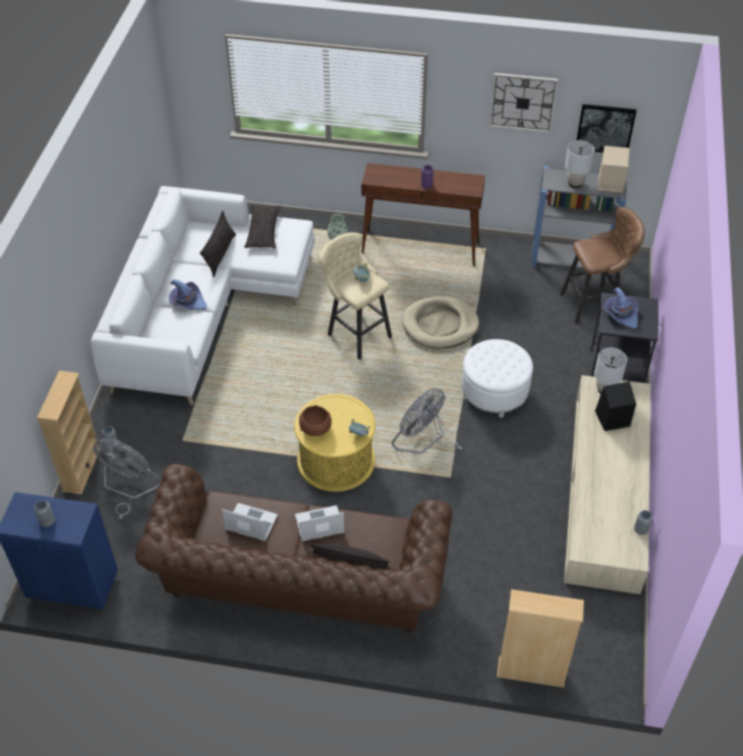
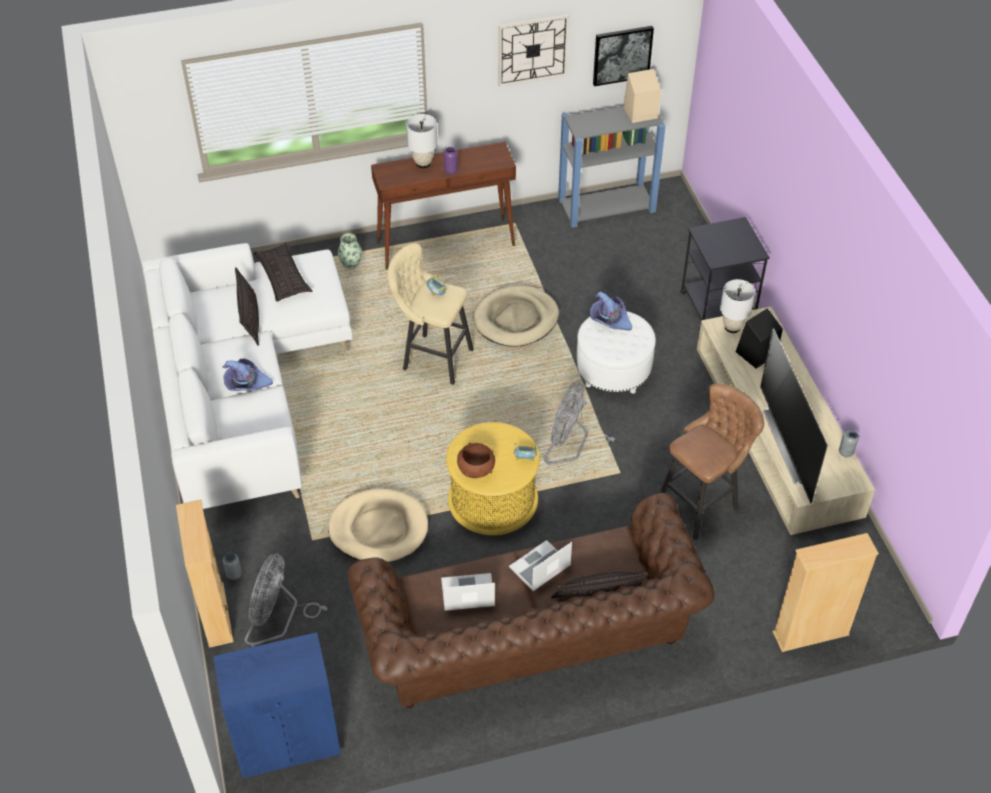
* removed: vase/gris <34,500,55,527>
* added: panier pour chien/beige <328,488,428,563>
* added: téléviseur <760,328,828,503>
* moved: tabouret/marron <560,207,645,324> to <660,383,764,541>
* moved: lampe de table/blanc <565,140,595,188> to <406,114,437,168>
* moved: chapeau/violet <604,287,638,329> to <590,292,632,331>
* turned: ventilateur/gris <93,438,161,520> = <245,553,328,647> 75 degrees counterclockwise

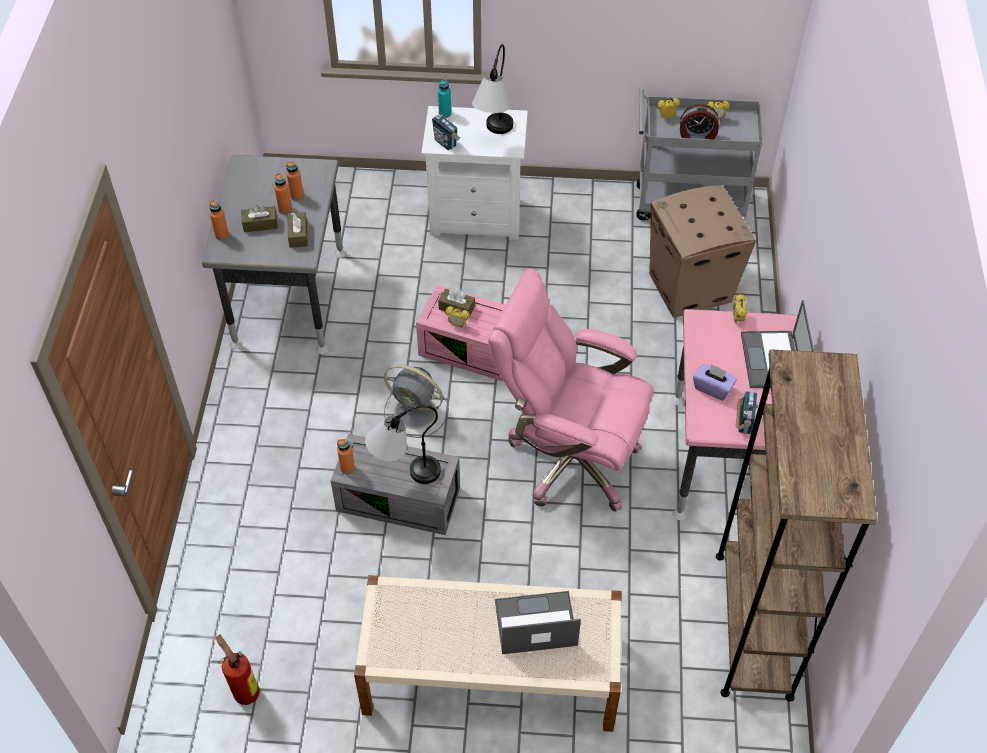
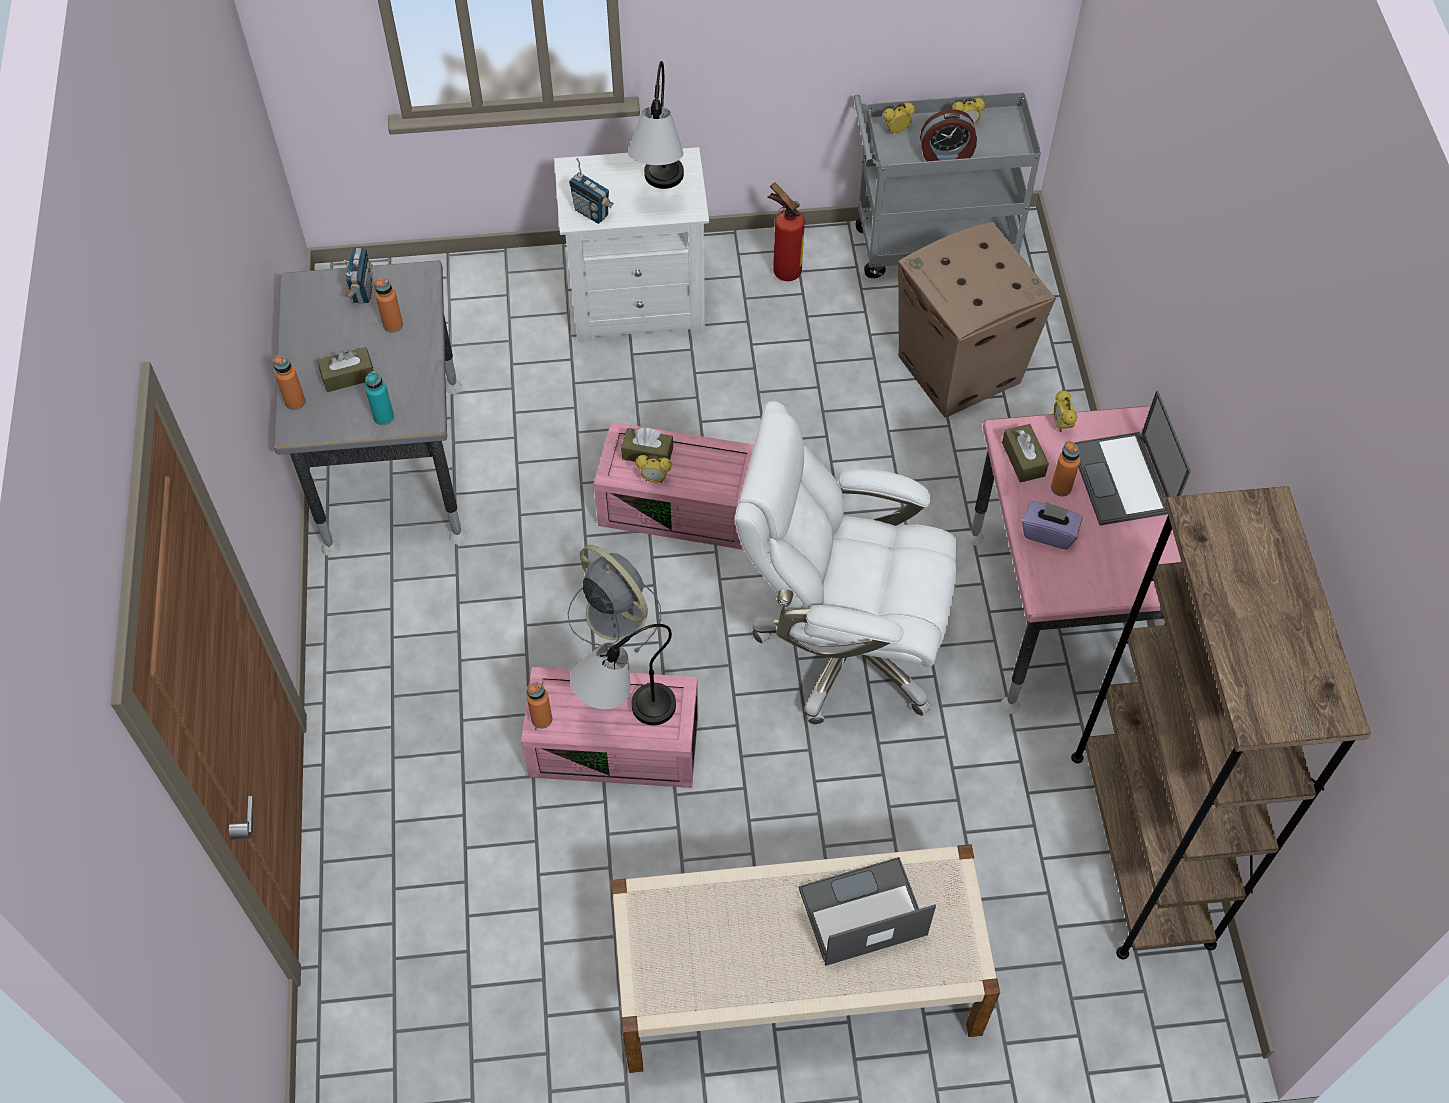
* moved: extincteur <215,635,260,705> to <767,182,805,281>
* moved: bouteille/orange <274,173,292,214> to <1051,441,1080,496>
* moved: boîte à mouchoirs/marron <287,212,308,248> to <1002,424,1049,483>
* moved: bouteille/turquoise <438,79,451,118> to <365,371,394,425>
* moved: radio <736,391,758,434> to <344,248,373,304>
* recoloured: boîte de rangement/gris <331,434,460,535> to boîte de rangement/rose <521,667,698,788>
* recoloured: chaise de bureau/rose <488,269,654,512> to chaise de bureau/blanc <735,401,957,724>
* turned: ventilateur/gris <384,364,449,438> = <568,545,661,653> 150 degrees counterclockwise

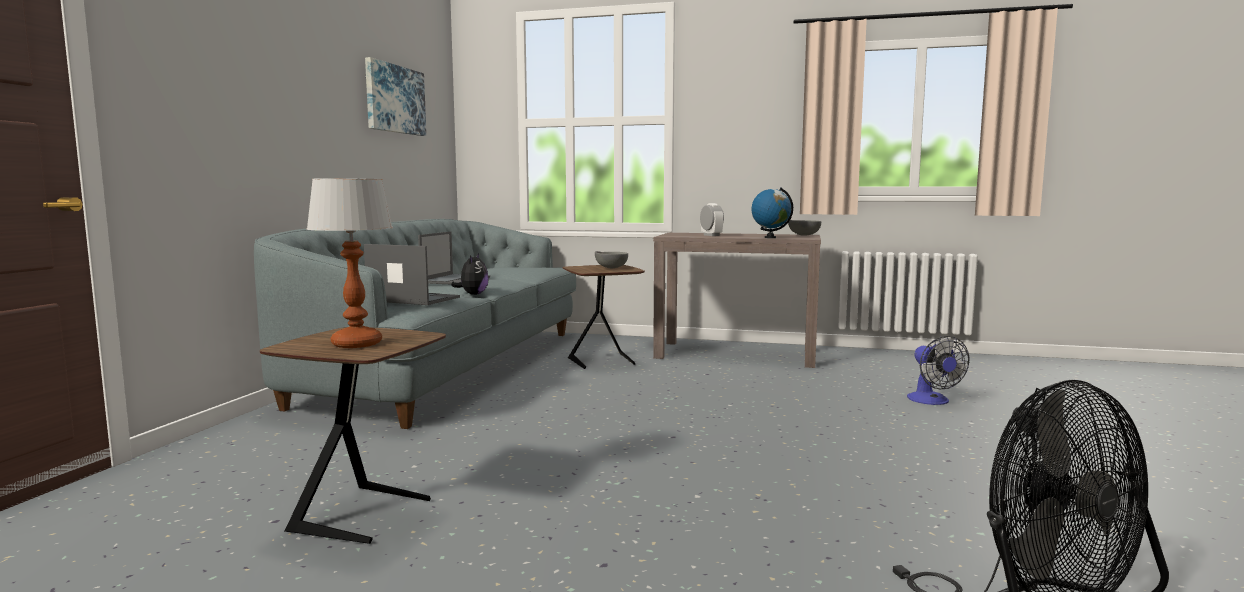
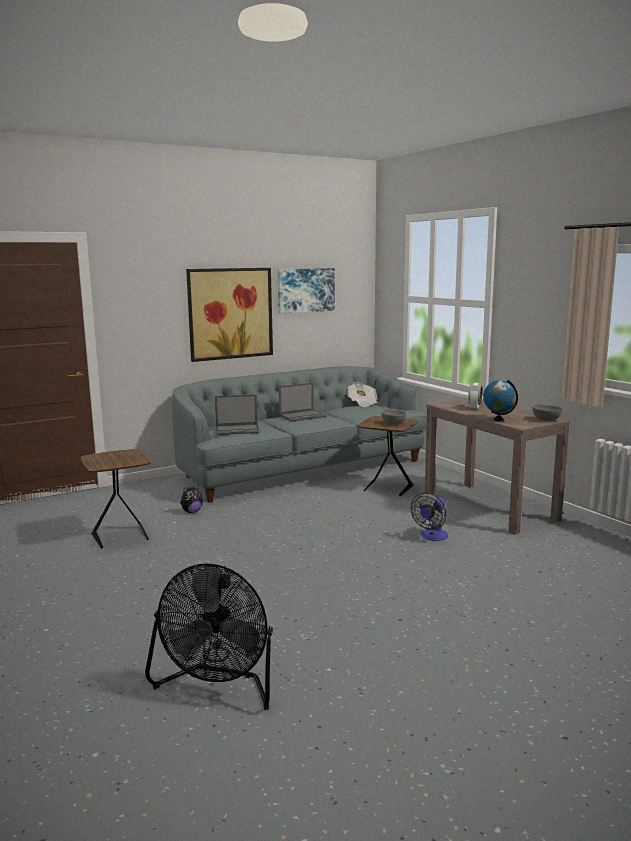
* removed: lampe de table <307,178,393,348>
* added: tableau <186,268,273,362>
* added: journal <347,382,378,407>
* moved: peluche <451,254,489,295> to <180,484,203,513>
* moved: ventilateur <907,336,970,405> to <411,493,448,541>
* turned: ordinateur portable <364,244,460,305> = <215,394,260,435> 105 degrees clockwise

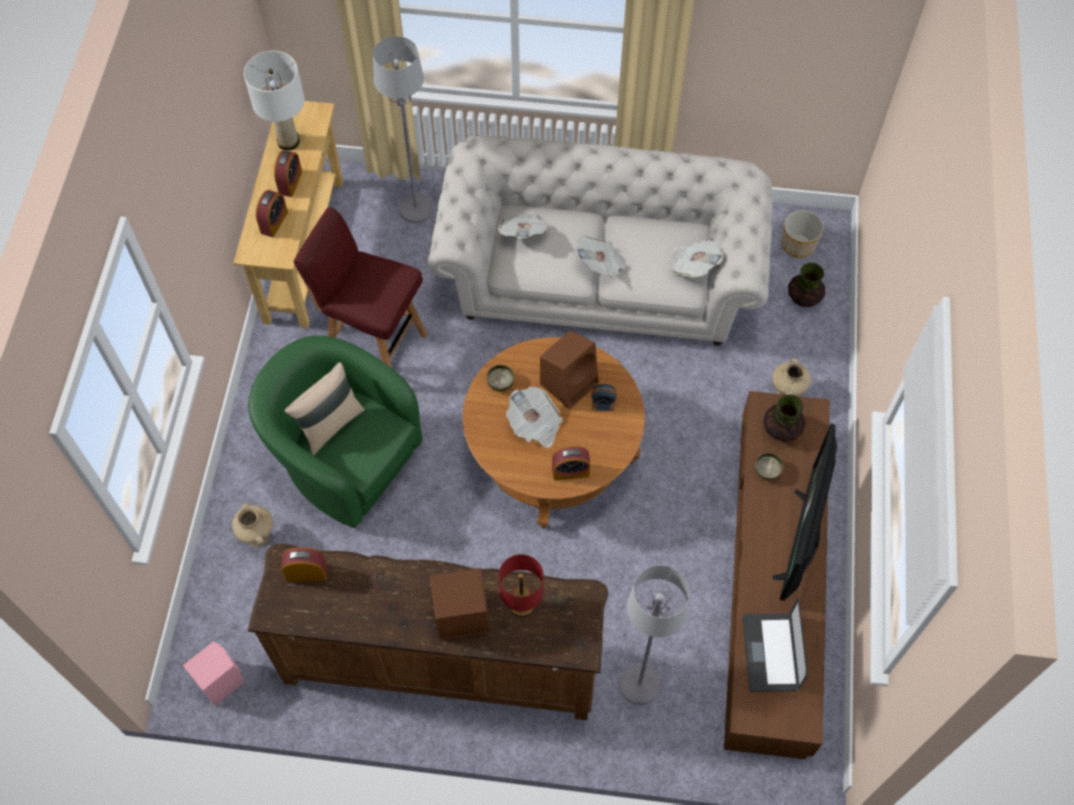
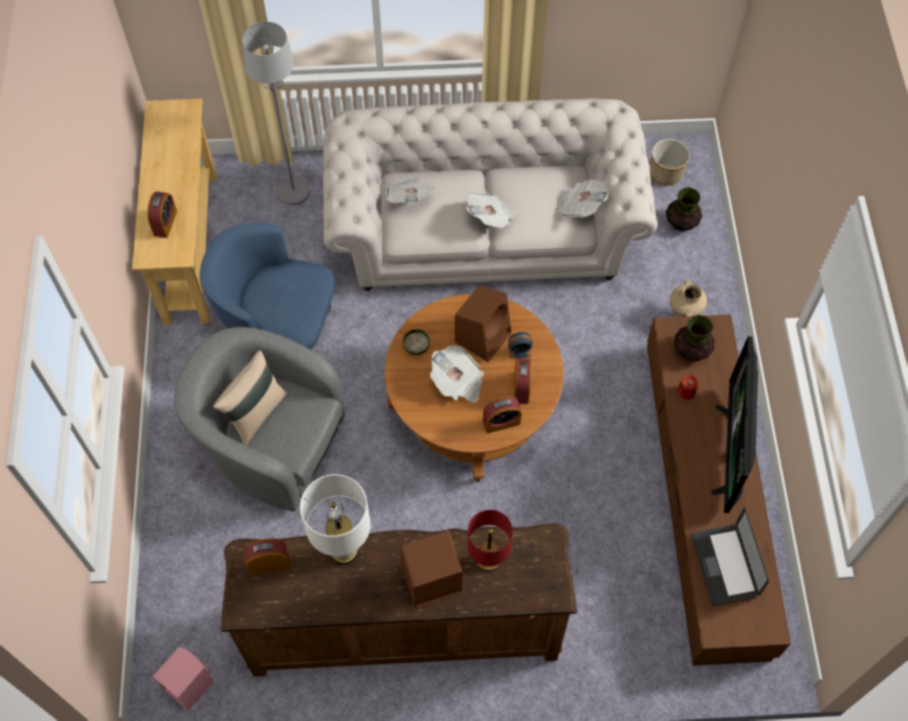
* removed: vase/beige <232,503,273,547>
* removed: lampadaire/gris <619,565,690,705>
* moved: lampe de table/blanc <244,51,305,150> to <300,474,370,565>
* moved: réveil <274,150,302,197> to <514,358,532,404>
* replaced: tabouret/rouge <294,207,427,368> to fauteuil/bleu <200,223,335,350>
* replaced: bol <755,453,783,481> to bougie/rouge <677,375,699,400>
* recoloured: fauteuil/vert <248,336,423,528> to fauteuil/gris <174,327,345,512>

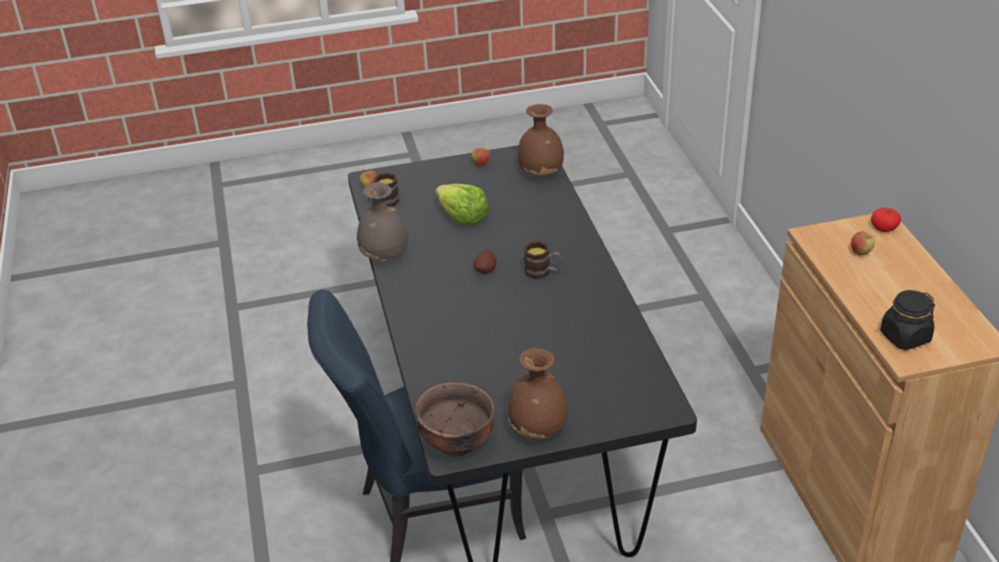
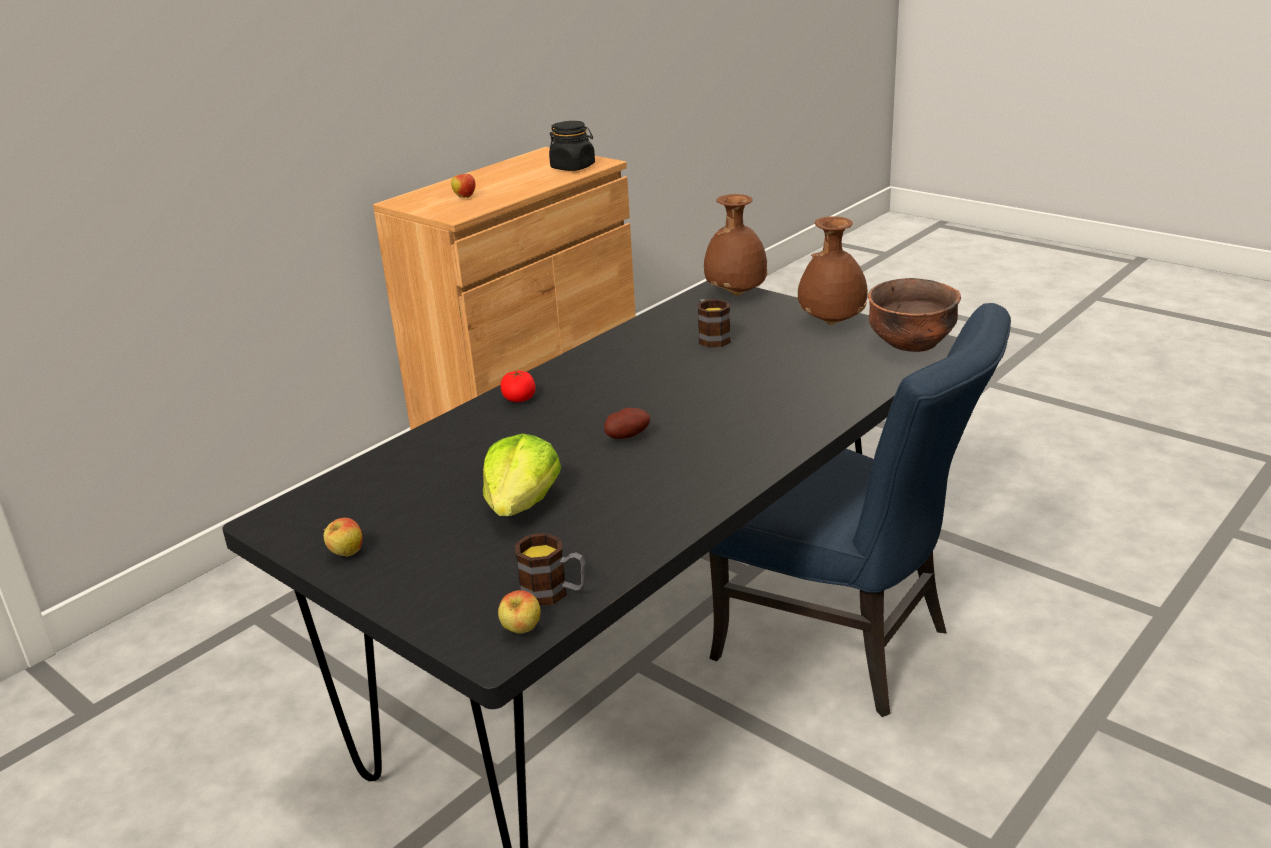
* removed: vase/gris <357,182,408,261>
* moved: vase/marron <518,104,564,175> to <704,194,768,296>
* moved: mug <524,241,561,279> to <697,299,731,348>
* moved: tomate <871,208,901,232> to <501,370,535,402>

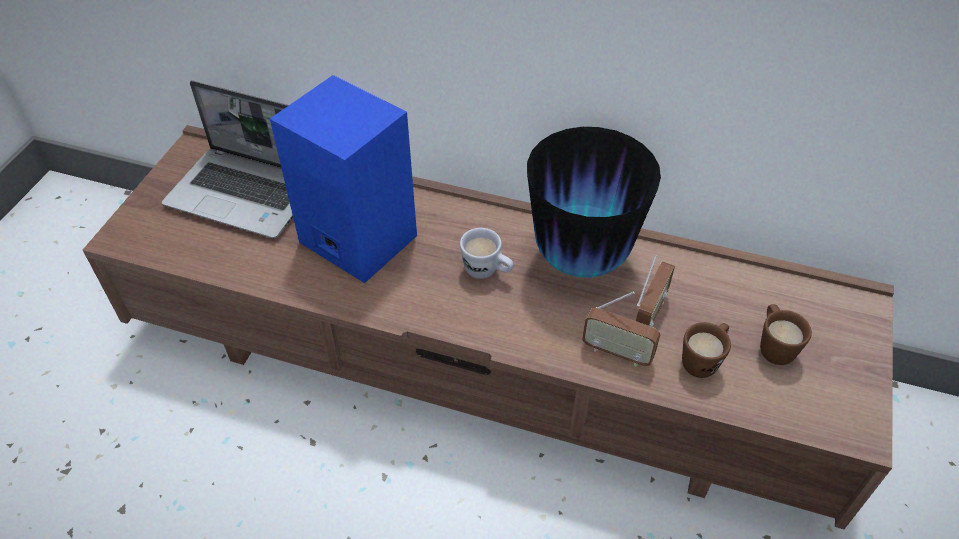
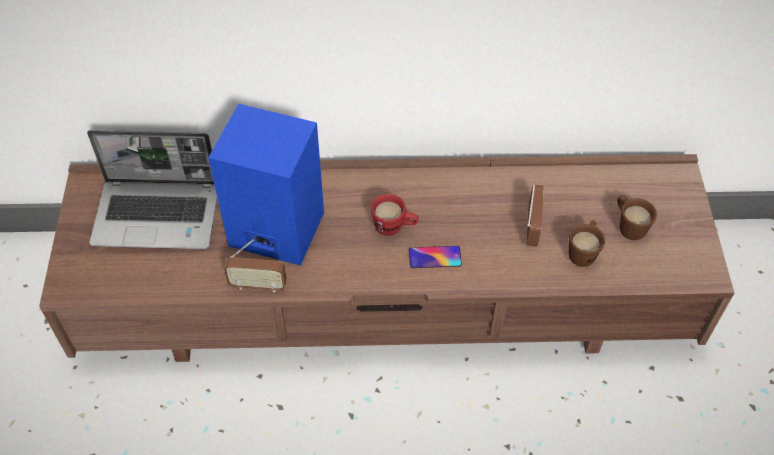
* removed: vase <527,127,661,278>
* added: téléphone <409,246,462,268>
* moved: radio <582,291,661,367> to <224,239,287,293>
* recoloured: mug/blanc <460,228,514,279> to mug/rouge <371,194,419,236>

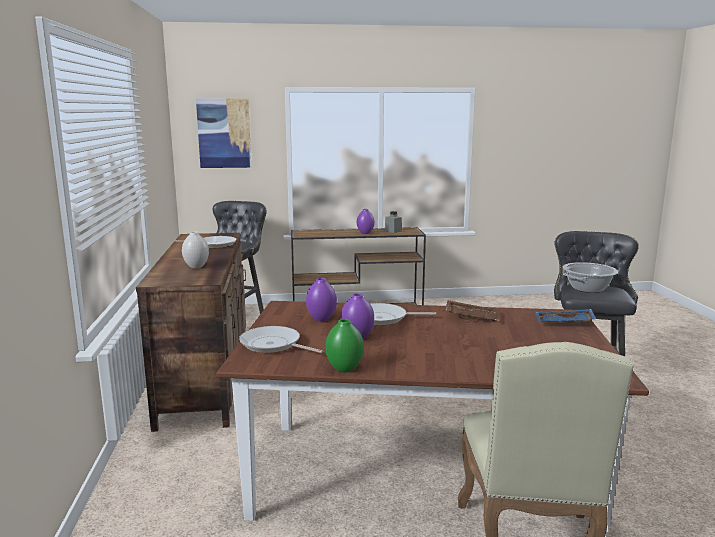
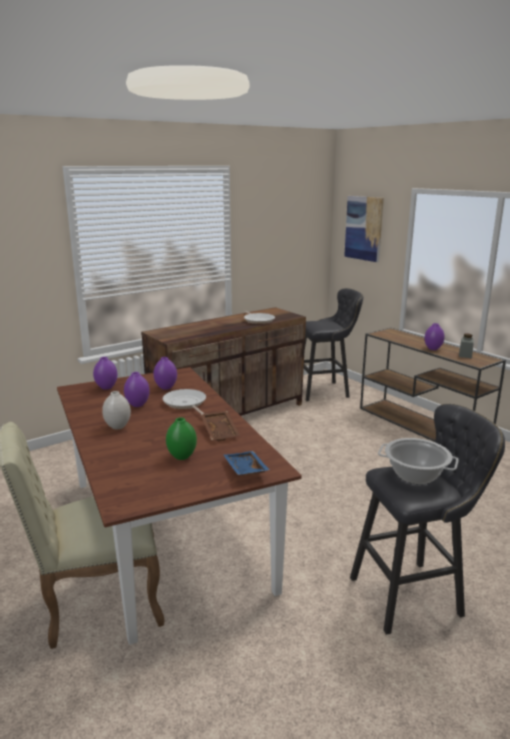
* moved: vase/blanc <182,231,209,268> to <102,391,131,429>
* moved: vase/vert <325,319,364,373> to <166,417,197,460>
* replaced: poêle <239,326,323,353> to vase/violet <93,357,118,390>

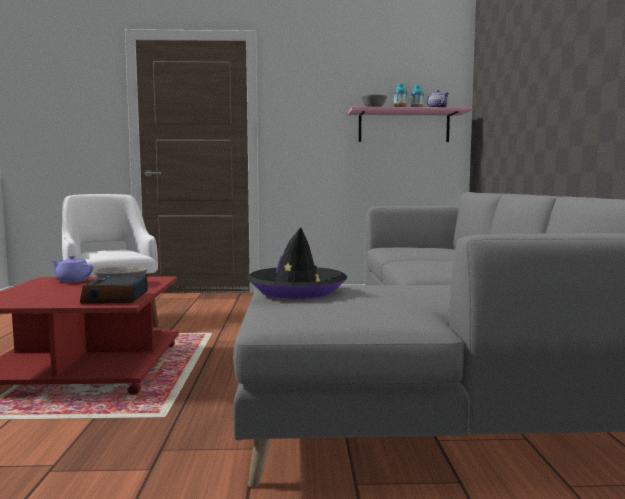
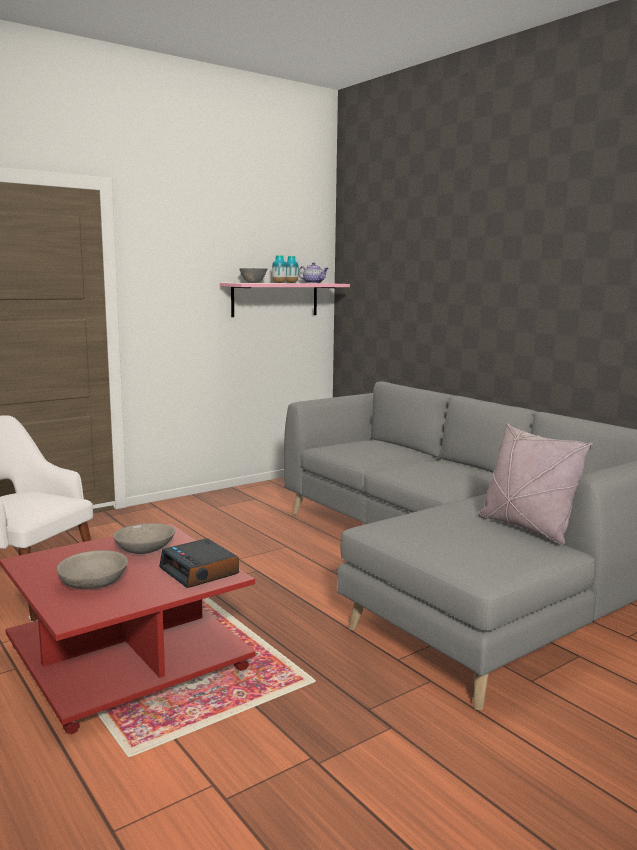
* removed: théière/violet <51,255,93,283>
* removed: chapeau/noir <247,227,347,299>
* added: bol/gris <57,550,128,589>
* added: coussin/violet <478,423,593,545>

